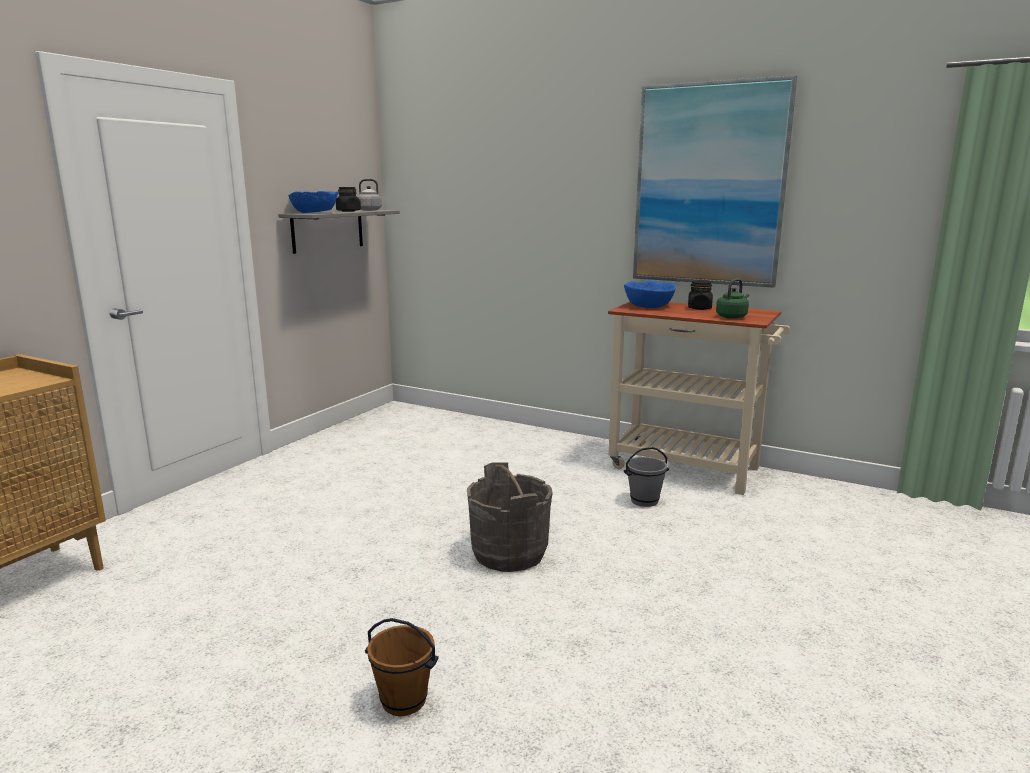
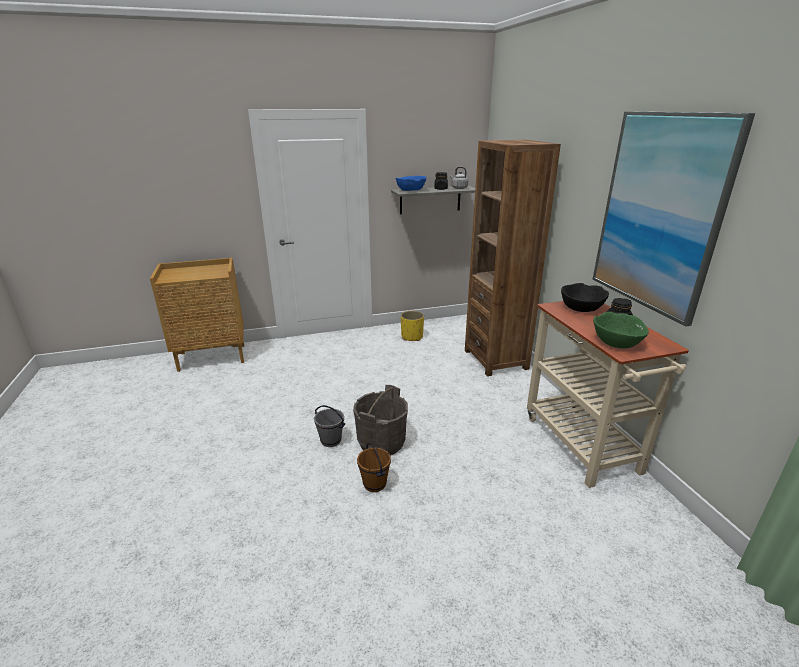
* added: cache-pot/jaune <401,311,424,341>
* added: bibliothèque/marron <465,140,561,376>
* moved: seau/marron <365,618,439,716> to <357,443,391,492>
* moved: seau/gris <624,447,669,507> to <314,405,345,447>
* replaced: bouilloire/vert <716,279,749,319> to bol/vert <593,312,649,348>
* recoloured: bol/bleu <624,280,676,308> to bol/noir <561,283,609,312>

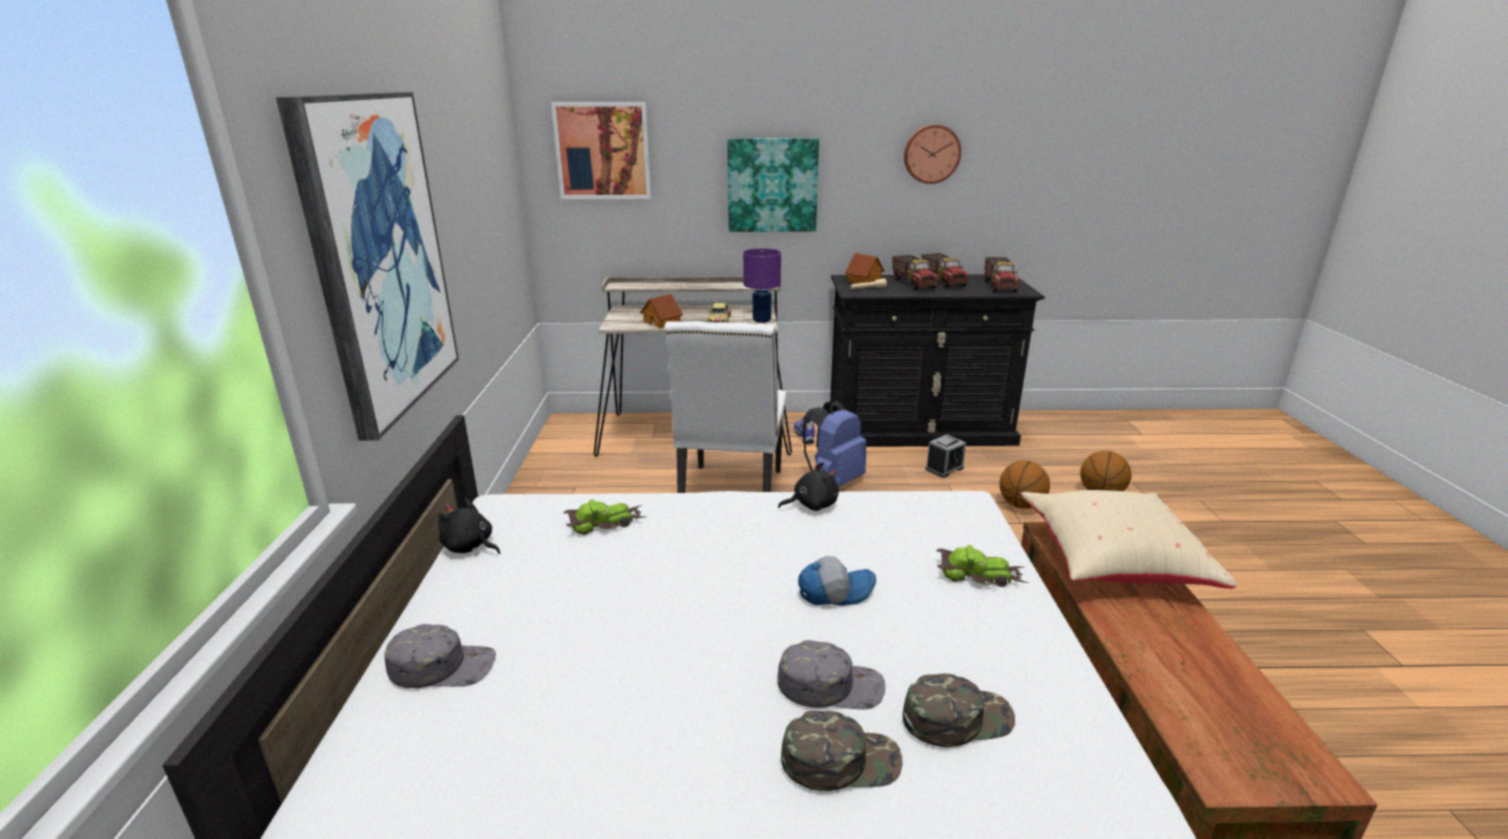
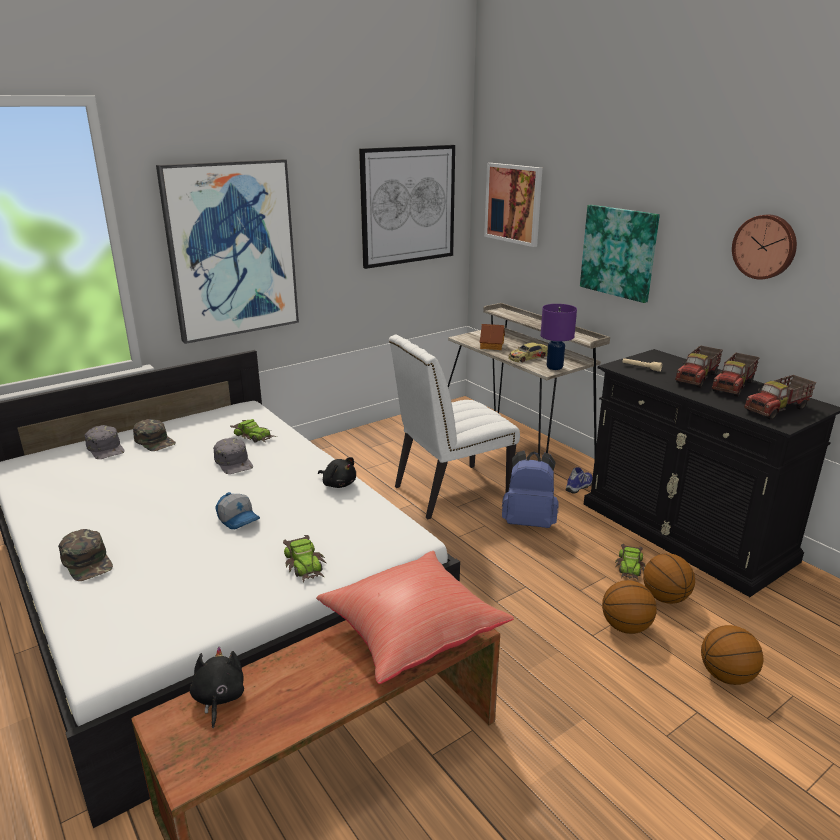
* removed: maison miniature <845,253,884,283>
* added: tableau <359,145,455,269>
* added: ballon de basket <643,553,695,604>
* moved: peluche/noir <439,498,500,555> to <190,647,244,728>
* moved: casquette/gris <777,640,886,709> to <213,438,253,474>
* moved: casquette/vert <903,673,1015,747> to <133,419,176,451>
* replaced: réveil <925,435,966,478> to petite voiture <615,544,646,580>
* recoloured: coussin/beige <1021,490,1237,589> to coussin/rouge <316,551,514,684>

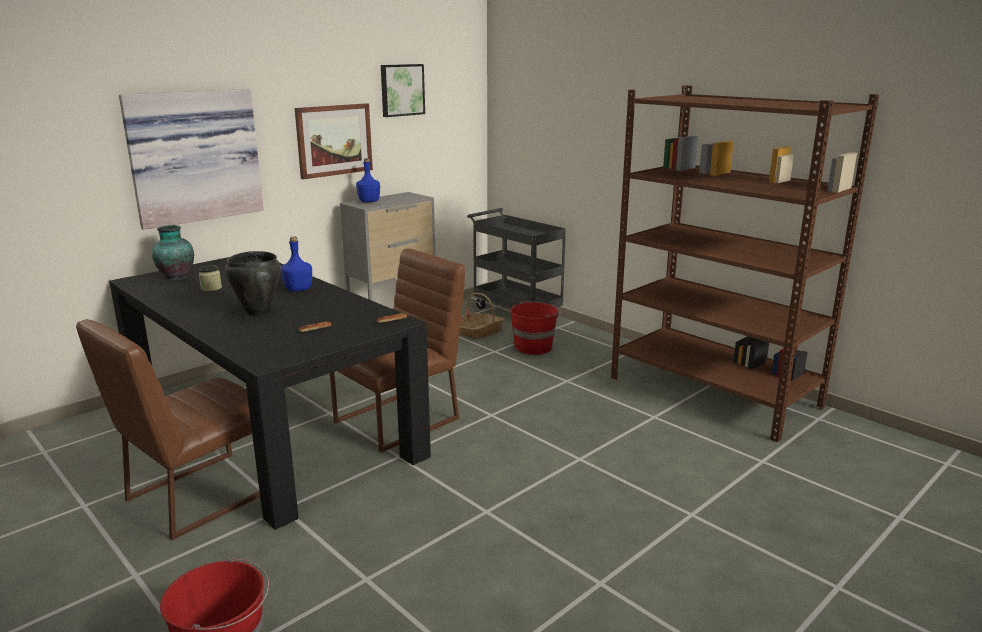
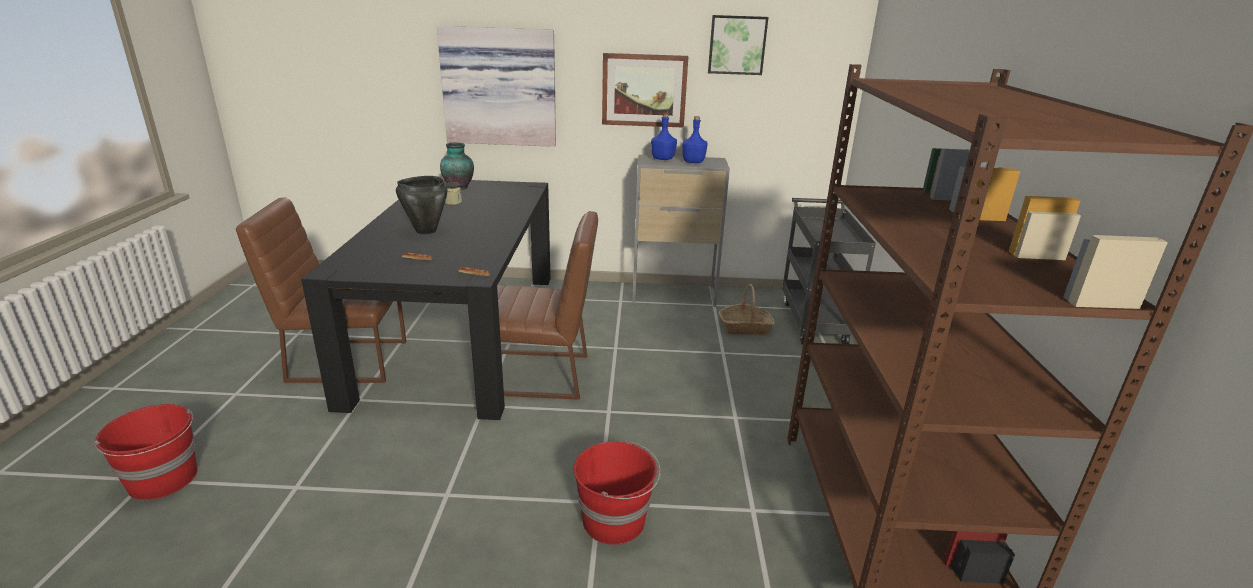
* moved: bouteille/bleu <281,236,312,292> to <682,116,708,163>
* moved: seau/rouge <510,301,561,355> to <574,440,661,545>

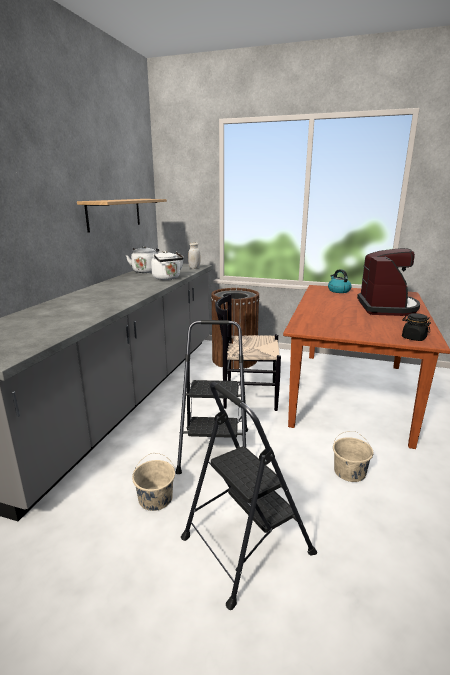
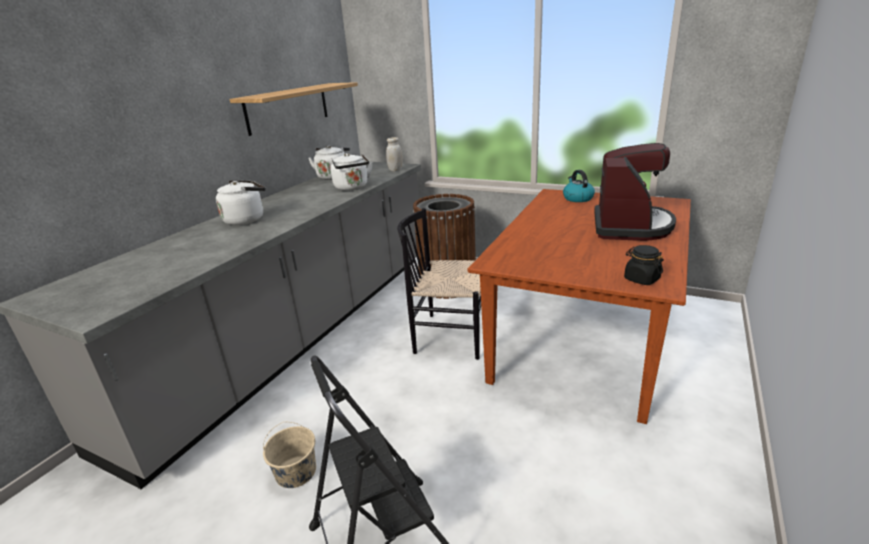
* removed: escabeau/noir <175,320,248,474>
* removed: seau/beige <333,431,374,482>
* added: bouilloire/blanc <216,180,266,225>

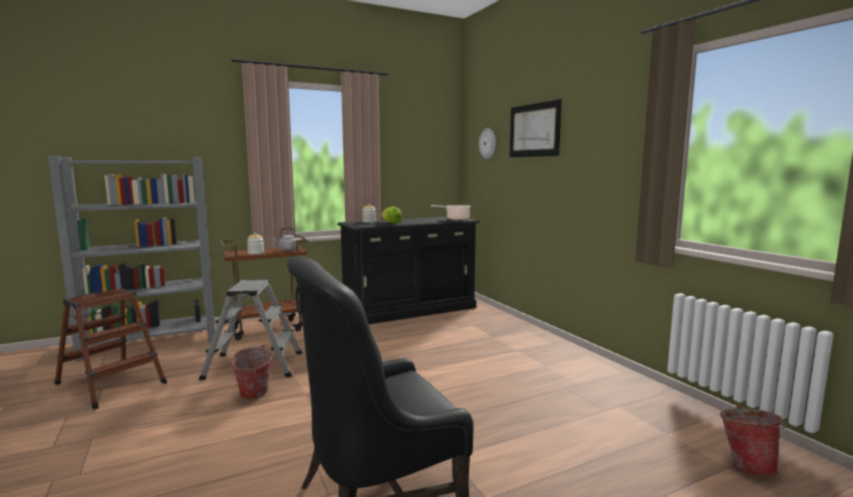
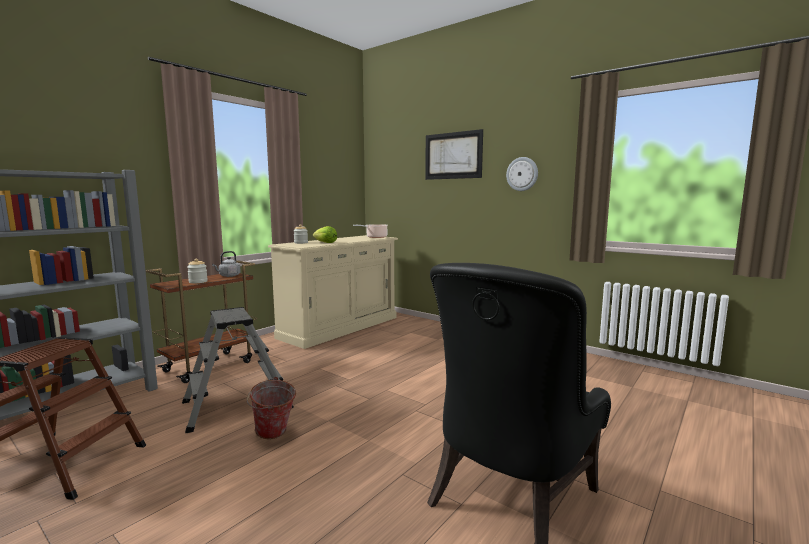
* removed: seau <720,405,787,476>
* moved: horloge murale <479,128,496,159> to <506,157,538,191>
* recoloured: meuble de rangement/noir <338,217,480,324> to meuble de rangement/beige <268,235,398,349>

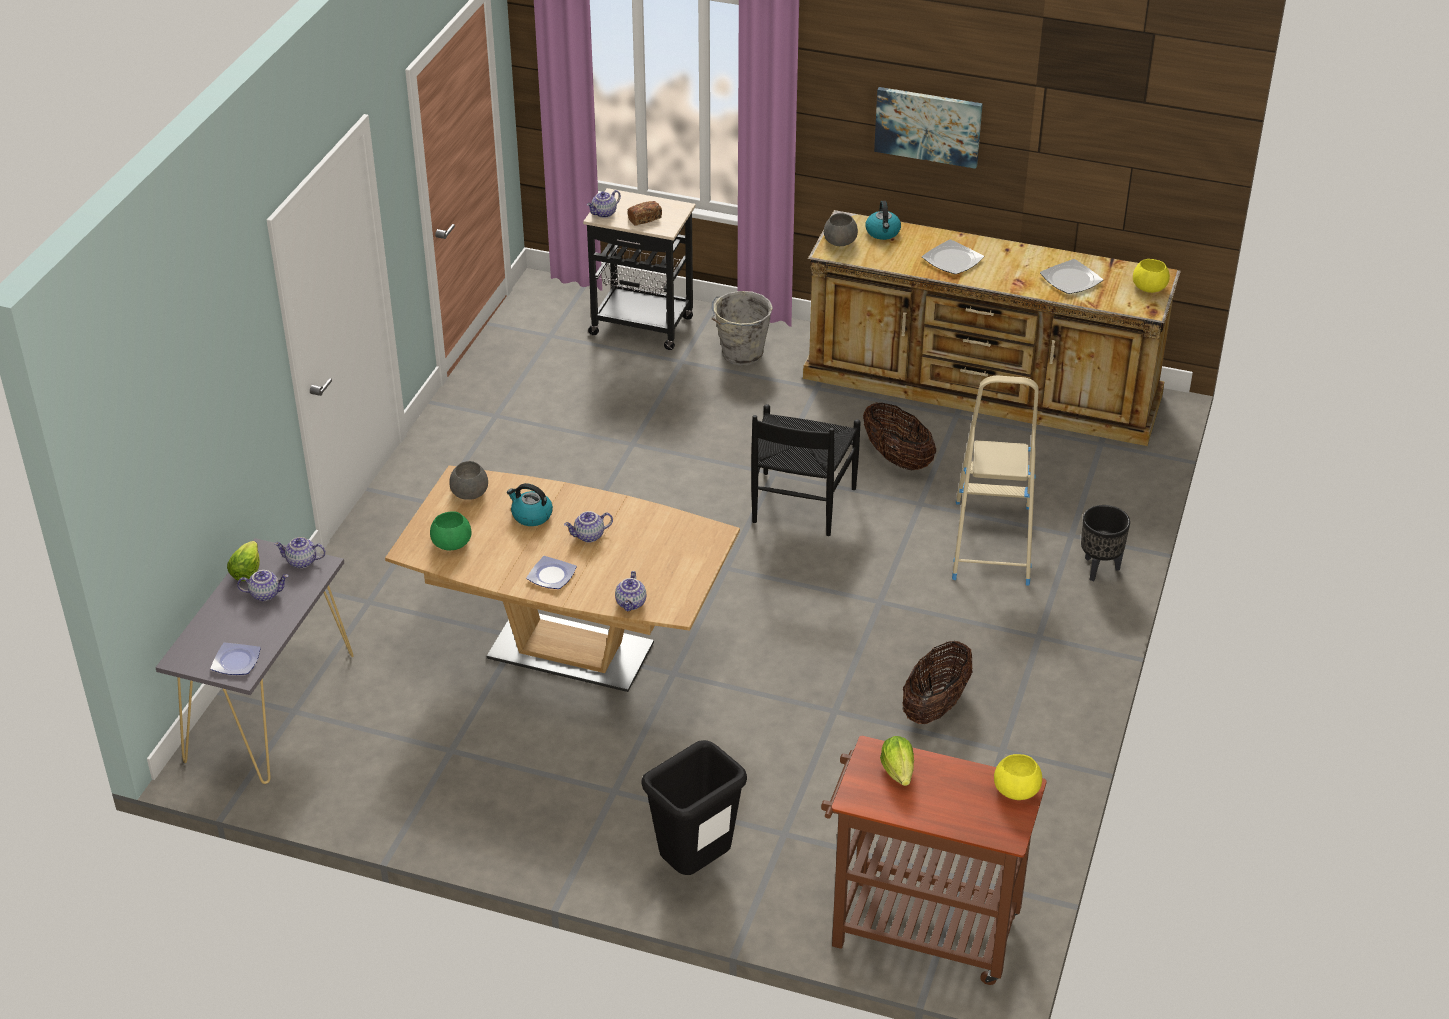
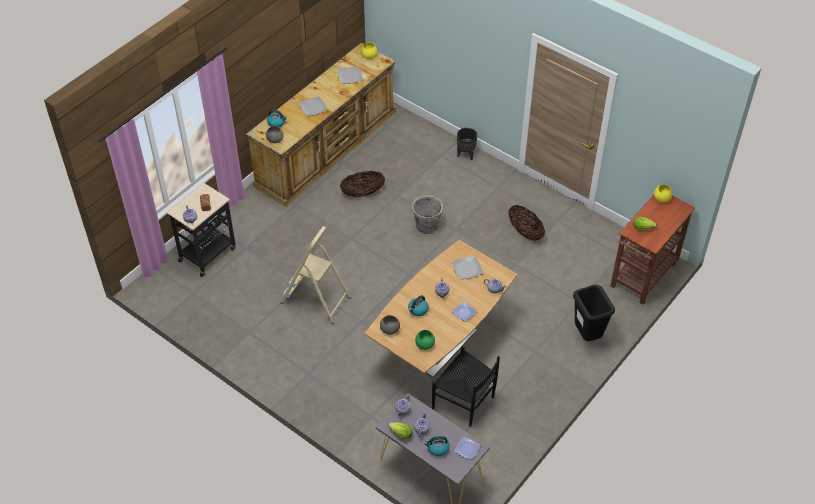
* removed: tableau <874,87,983,169>
* added: bouilloire <424,435,450,456>
* added: assiette <452,256,483,279>
* moved: seau/gris <711,291,773,366> to <412,195,444,234>
* moved: chaise/noir <751,404,860,536> to <432,347,500,427>
* moved: escabeau/beige <952,376,1038,586> to <280,226,352,325>

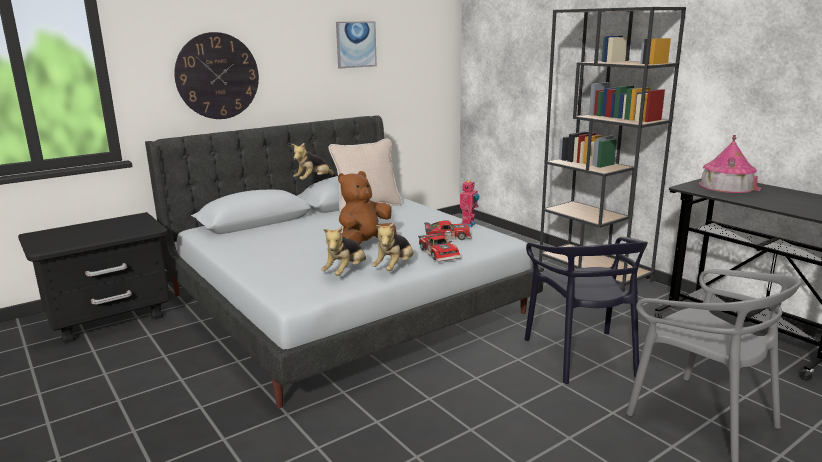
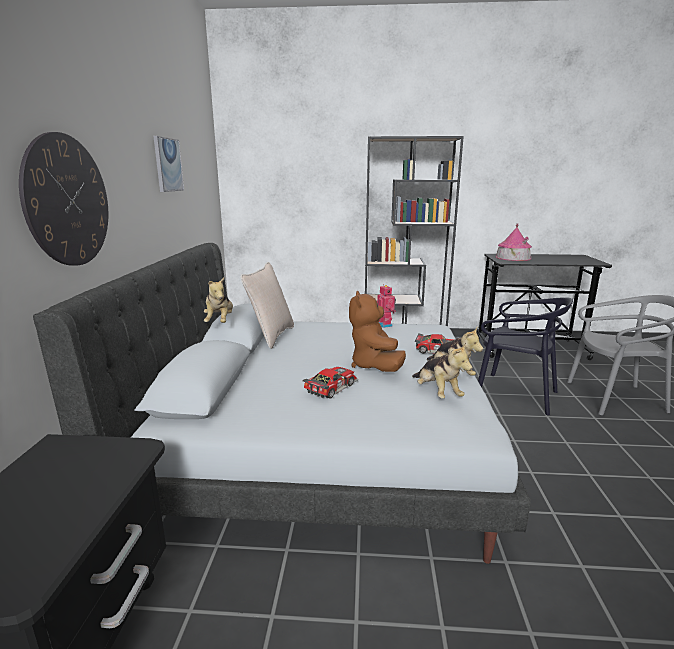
* moved: petite voiture <424,220,472,240> to <302,367,358,399>

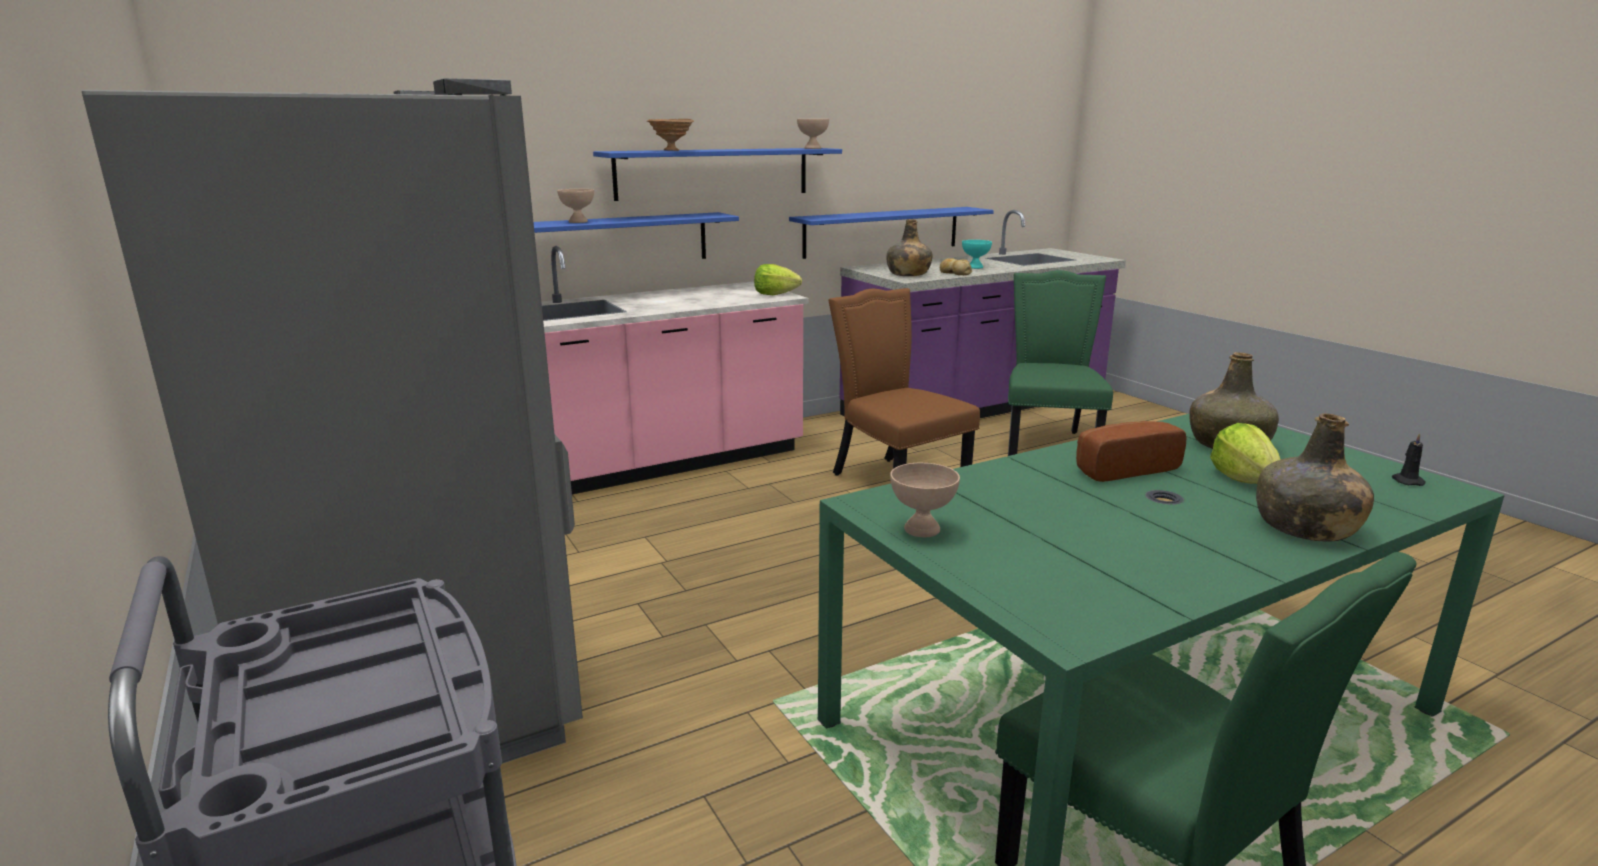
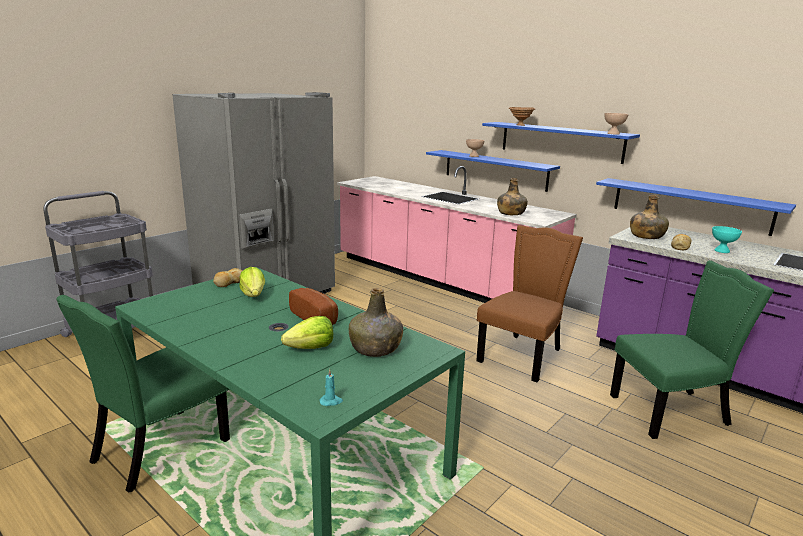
* moved: laitue <754,264,802,295> to <239,267,265,297>
* moved: bouteille/vert <1256,413,1374,542> to <497,178,528,215>
* replaced: bol/beige <890,463,960,537> to pain <213,268,243,287>
* recoloured: bougie/noir <1392,433,1426,486> to bougie/turquoise <320,369,343,406>

